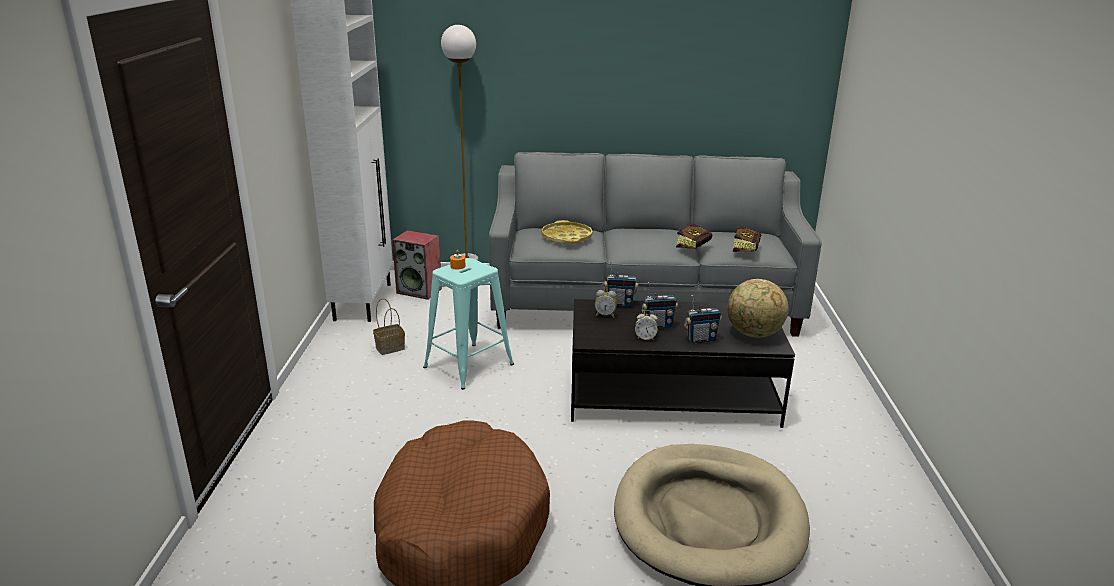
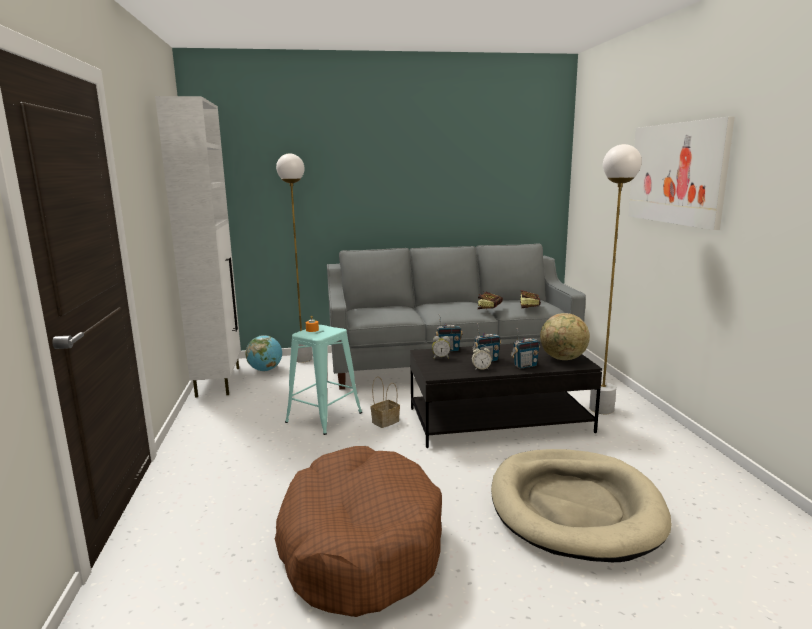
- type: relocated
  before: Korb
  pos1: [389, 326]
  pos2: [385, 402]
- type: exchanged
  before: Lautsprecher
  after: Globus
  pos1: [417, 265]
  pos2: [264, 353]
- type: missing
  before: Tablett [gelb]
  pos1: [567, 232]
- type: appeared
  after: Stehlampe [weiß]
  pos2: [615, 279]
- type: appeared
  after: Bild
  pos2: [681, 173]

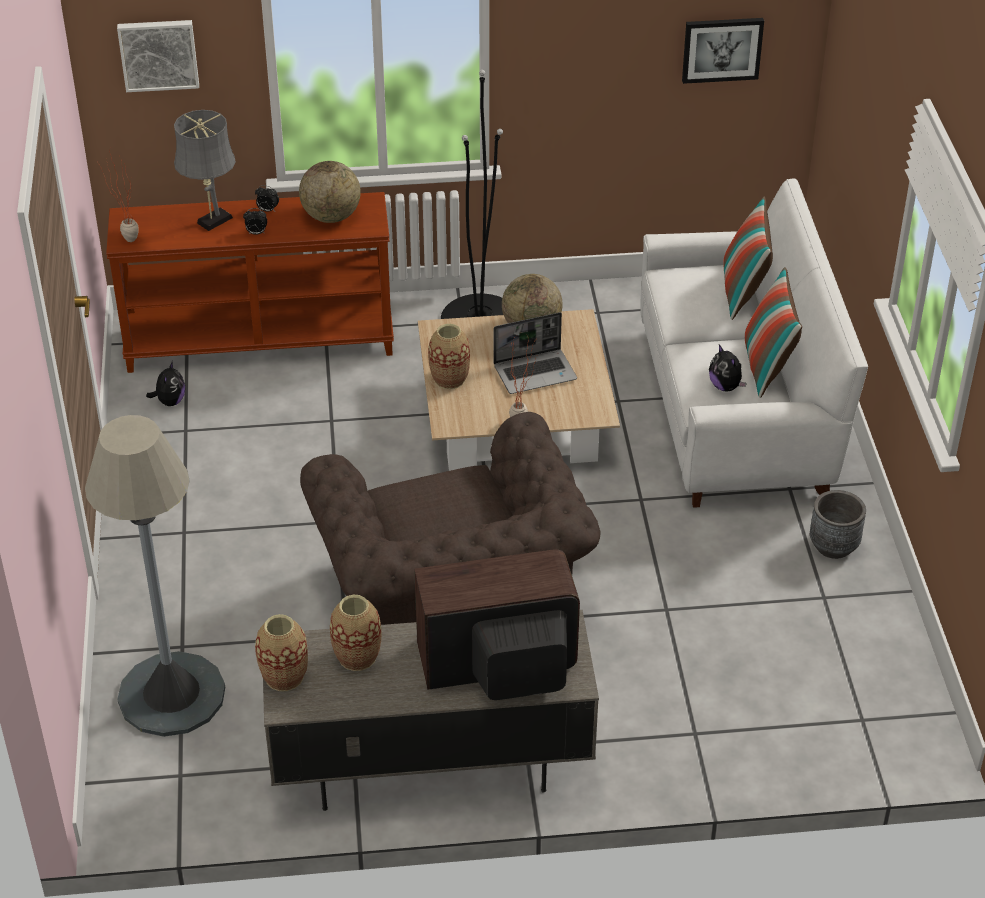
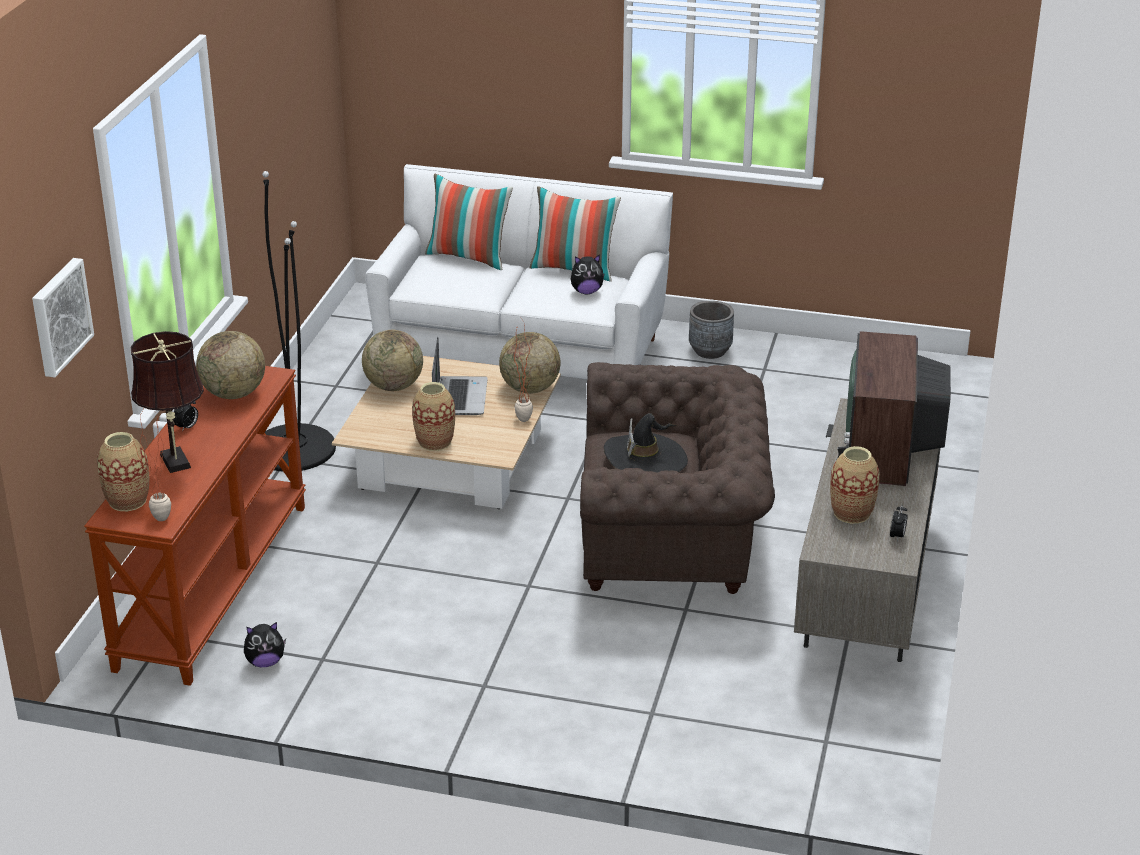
- type: missing
  before: Stehlampe [grau]
  pos1: [155, 576]
- type: spun
  before: Plüschtier
  pos1: [165, 383]
  pos2: [265, 644]
  turn: 135
- type: colour
  before: Tischlampe [grau]
  after: Tischlampe [braun]
  pos1: [205, 170]
  pos2: [167, 402]
- type: relocated
  before: Wecker
  pos1: [255, 221]
  pos2: [898, 523]
- type: relocated
  before: Vase
  pos1: [281, 652]
  pos2: [123, 471]
- type: missing
  before: Bild
  pos1: [723, 51]
- type: appeared
  after: Globus
  pos2: [530, 363]
- type: appeared
  after: Hut [schwarz]
  pos2: [646, 443]

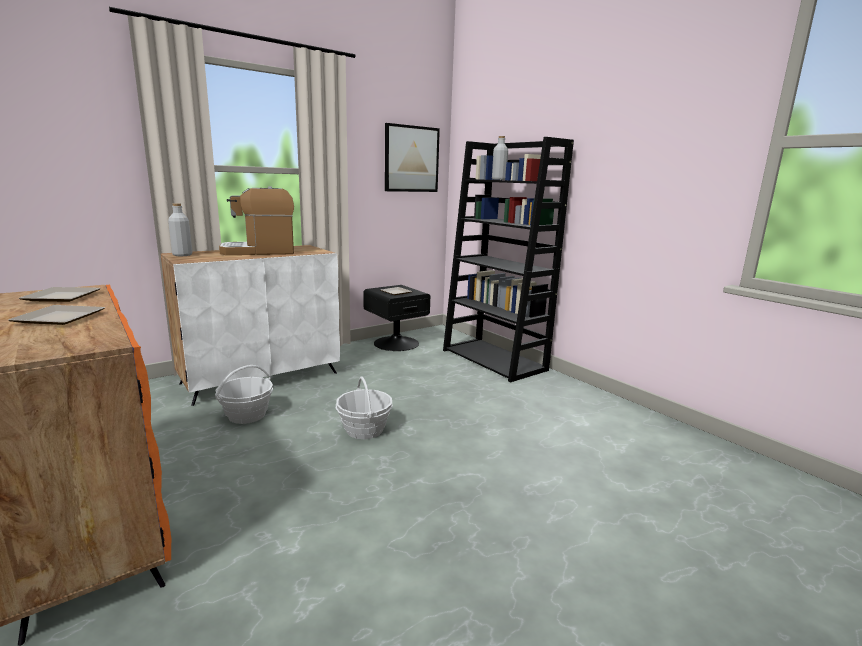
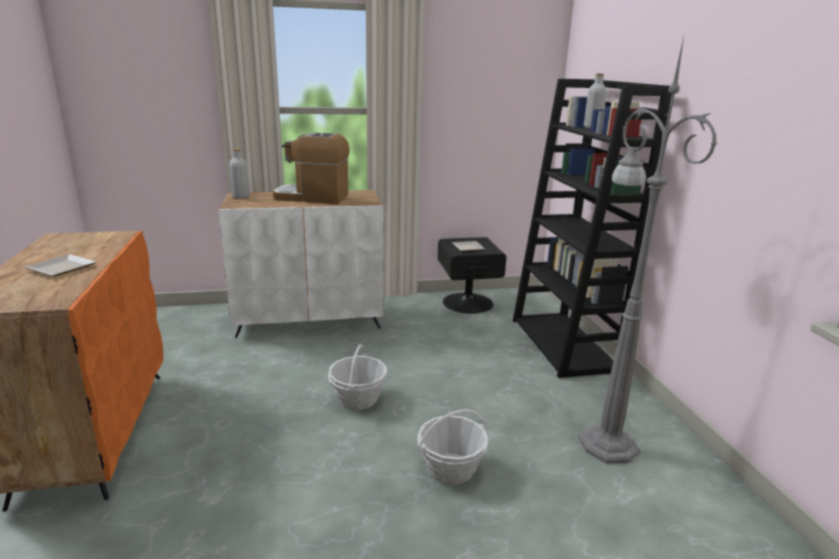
- type: missing
  before: Teller
  pos1: [60, 294]
- type: relocated
  before: Korb
  pos1: [244, 394]
  pos2: [452, 447]
- type: missing
  before: Bild
  pos1: [412, 157]
- type: appeared
  after: Stehlampe [grau]
  pos2: [647, 250]

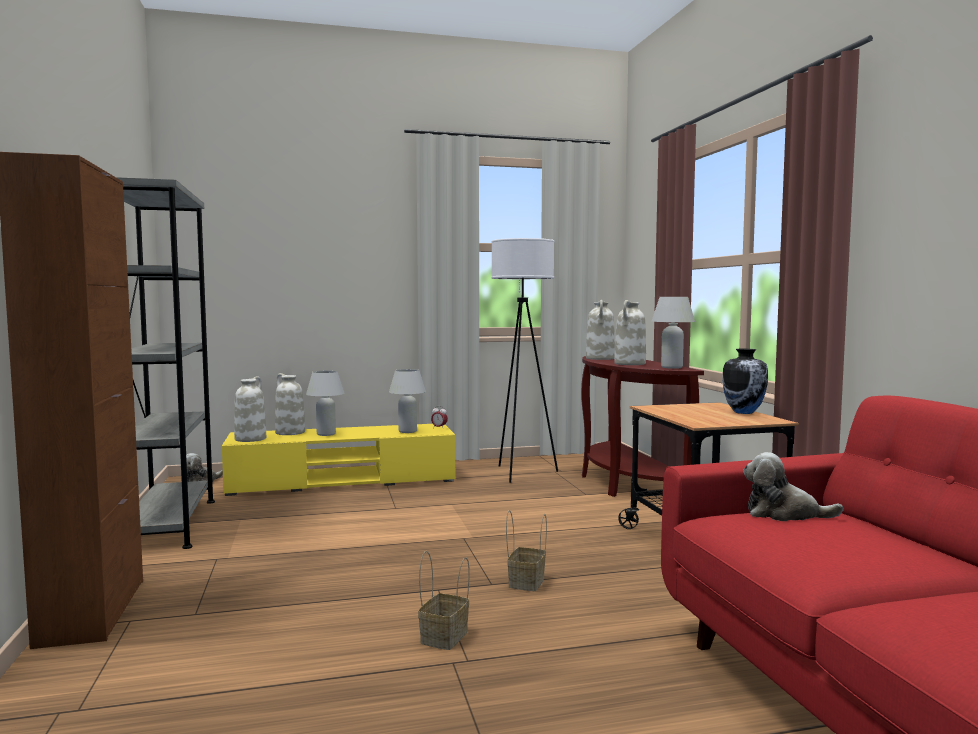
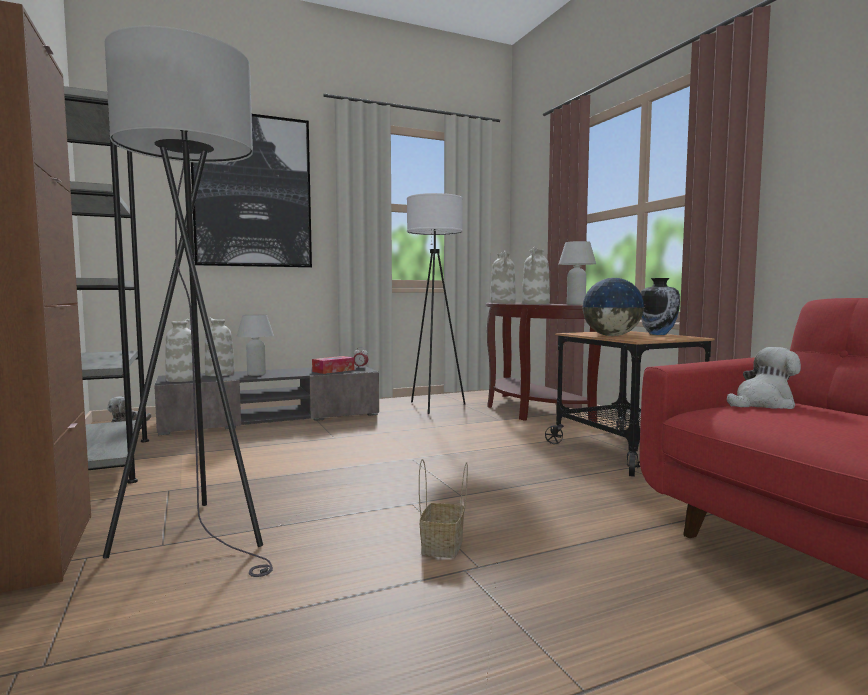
- type: colour
  before: Fernsehschrank [gelb]
  after: Fernsehschrank [grau]
  pos1: [338, 460]
  pos2: [266, 400]
- type: exchanged
  before: Tischlampe [weiß]
  after: Taschentuchbox
  pos1: [407, 401]
  pos2: [333, 365]
- type: missing
  before: Korb
  pos1: [526, 550]
- type: spun
  before: Plüschtier
  pos1: [793, 486]
  pos2: [764, 378]
  turn: 150
- type: appeared
  after: Stehlampe [grau]
  pos2: [188, 301]
- type: appeared
  after: Bild
  pos2: [251, 191]
- type: appeared
  after: Globus
  pos2: [614, 307]

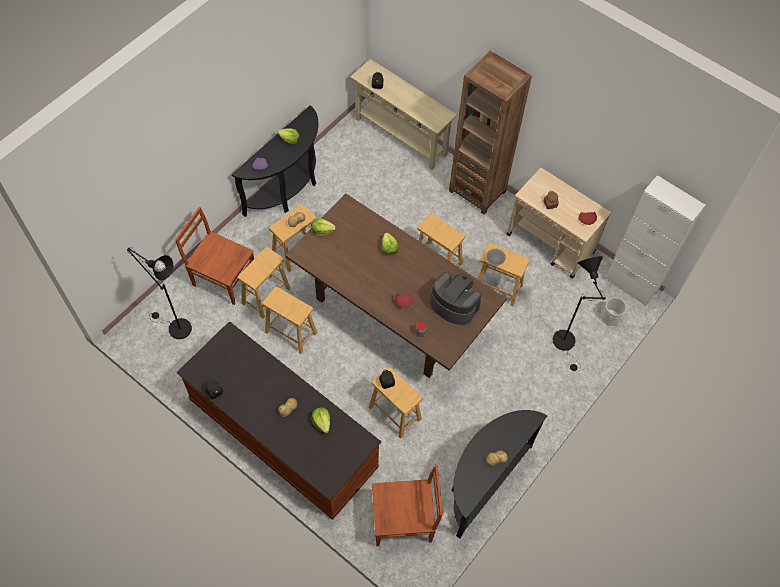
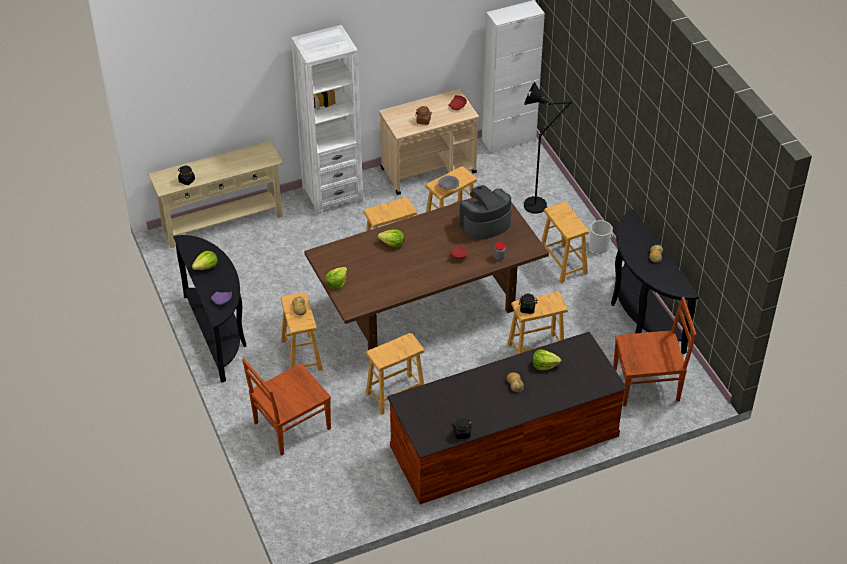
- type: missing
  before: Stehlampe [schwarz]
  pos1: [159, 293]
- type: relocated
  before: Hocker [braun]
  pos1: [264, 282]
  pos2: [565, 242]
- type: spun
  before: Stuhl [braun]
  pos1: [407, 505]
  pos2: [654, 351]
  turn: 60
- type: colour
  before: Bücherregal [braun]
  after: Bücherregal [weiß]
  pos1: [490, 133]
  pos2: [327, 120]
- type: relocated
  before: Eimer
  pos1: [614, 311]
  pos2: [601, 236]

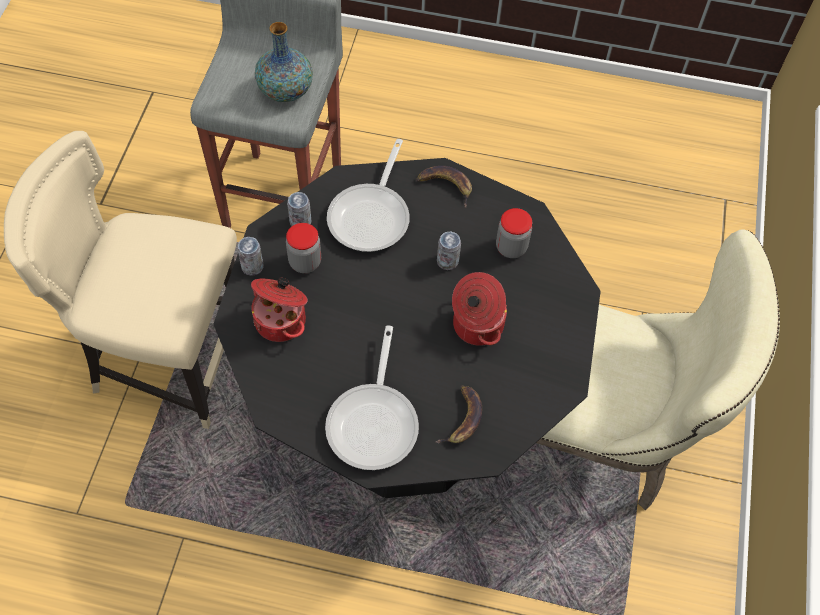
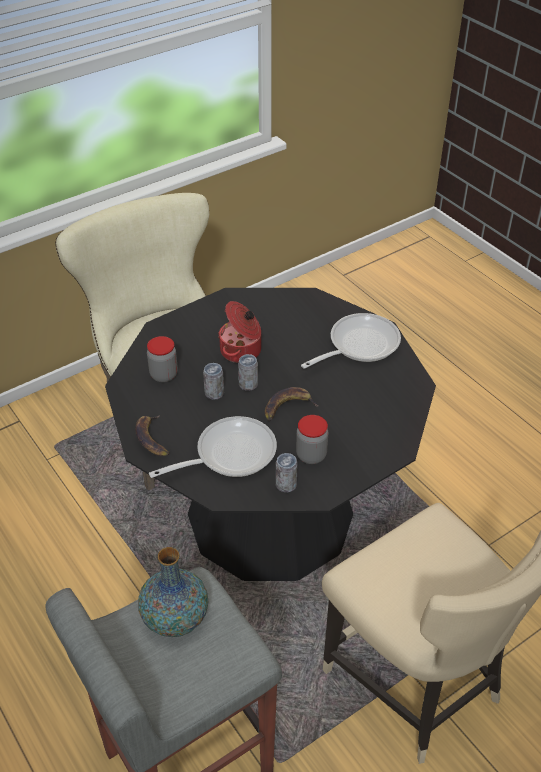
- type: relocated
  before: Dose
  pos1: [250, 256]
  pos2: [248, 372]
- type: missing
  before: Kochtopf
  pos1: [279, 310]
- type: relocated
  before: Banane
  pos1: [459, 414]
  pos2: [291, 404]

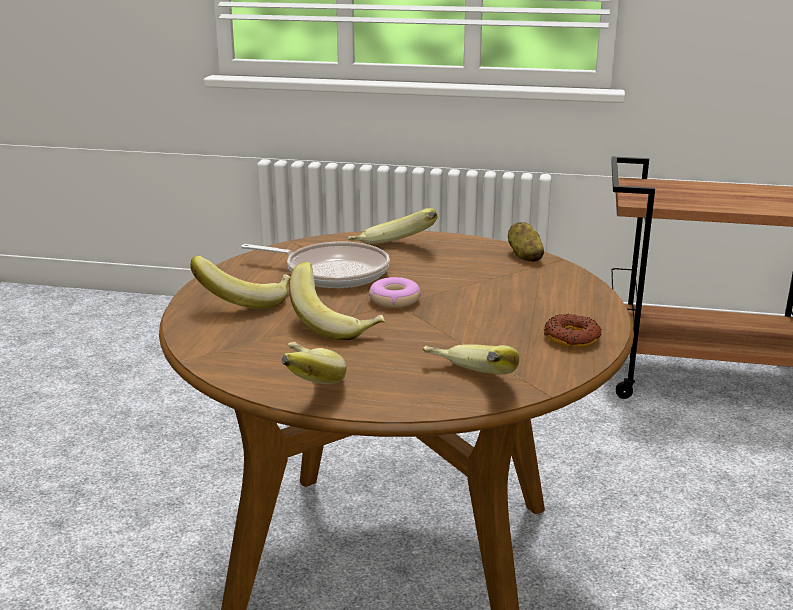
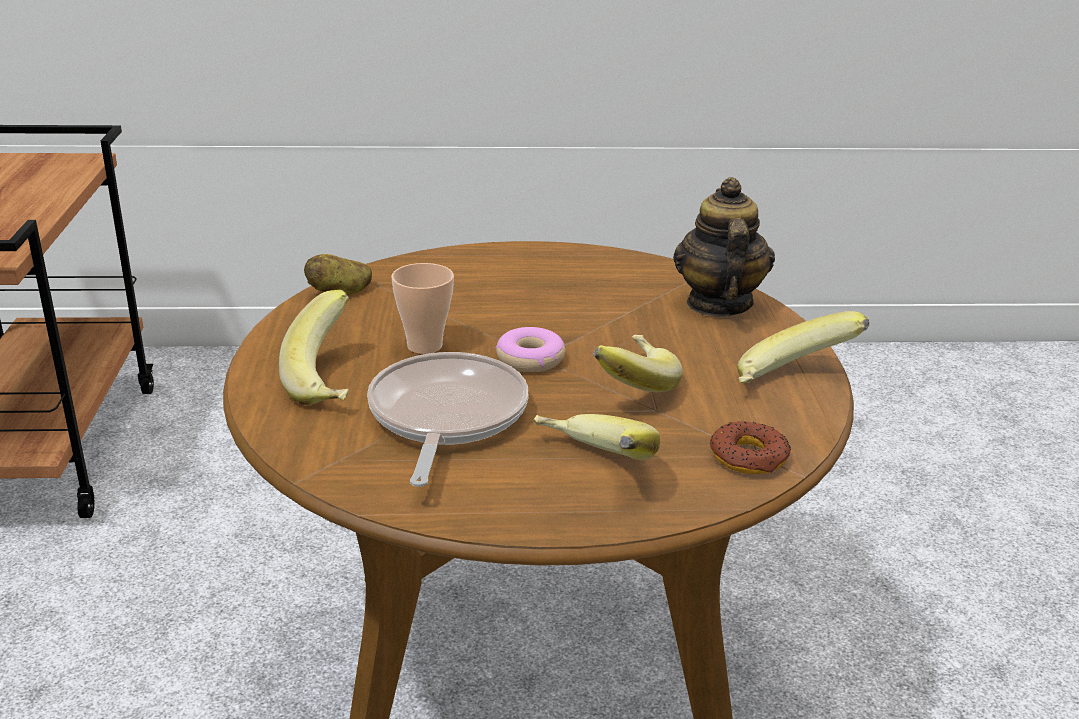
- type: exchanged
  before: Banane
  after: Teekanne
  pos1: [471, 359]
  pos2: [724, 246]
- type: relocated
  before: Donut
  pos1: [573, 330]
  pos2: [750, 447]
- type: appeared
  after: Tasse
  pos2: [422, 308]

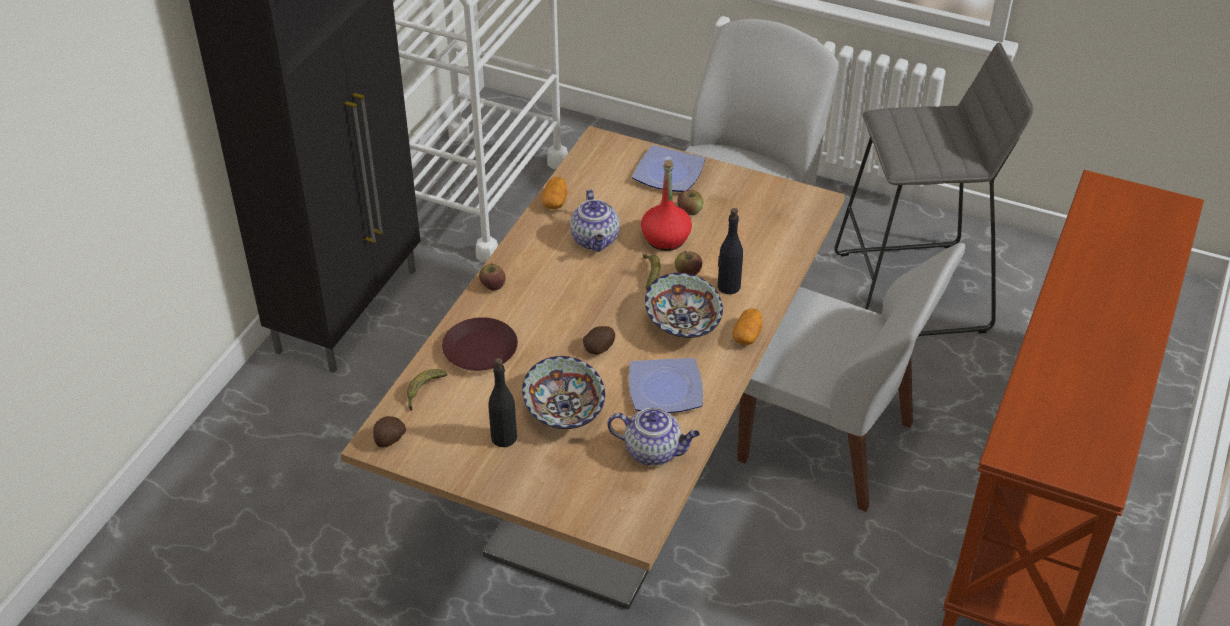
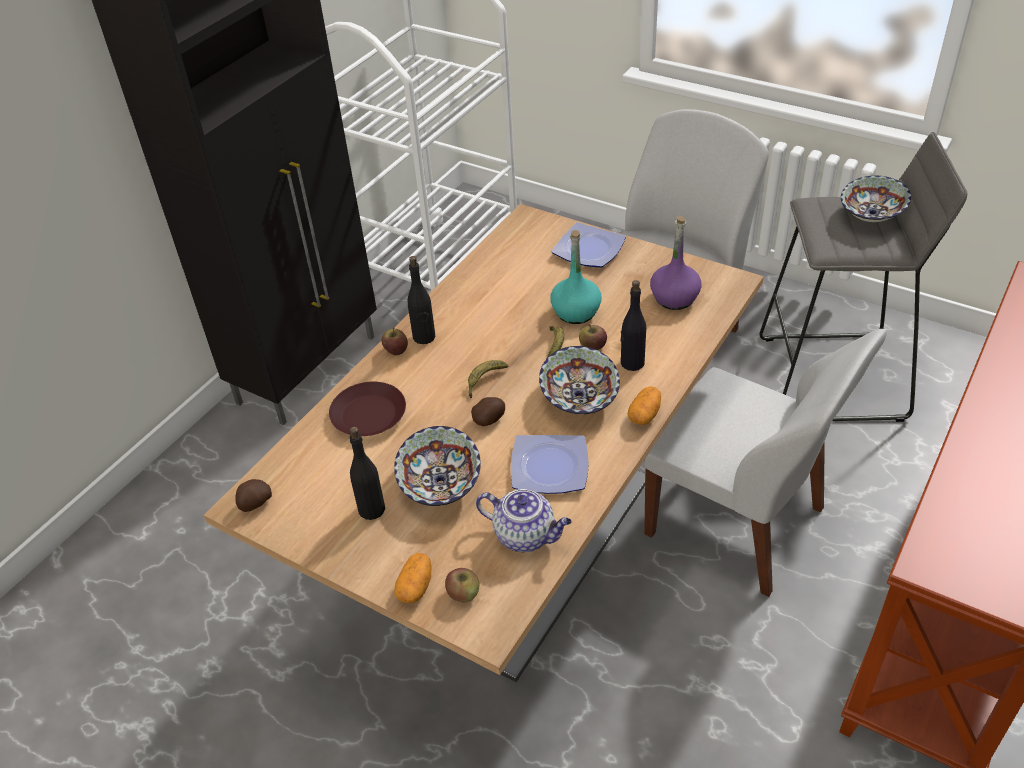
- type: relocated
  before: Banane
  pos1: [427, 390]
  pos2: [488, 379]
- type: relocated
  before: Kartoffel
  pos1: [555, 193]
  pos2: [413, 578]
- type: missing
  before: Teekanne
  pos1: [595, 221]
- type: colour
  before: Flasche [rot]
  after: Flasche [türkis]
  pos1: [666, 205]
  pos2: [576, 277]
- type: relocated
  before: Apfel
  pos1: [690, 202]
  pos2: [462, 585]
- type: appeared
  after: Flasche [schwarz]
  pos2: [421, 300]
- type: appeared
  after: Flasche [lila]
  pos2: [676, 263]
- type: appeared
  after: Schüssel
  pos2: [876, 199]

